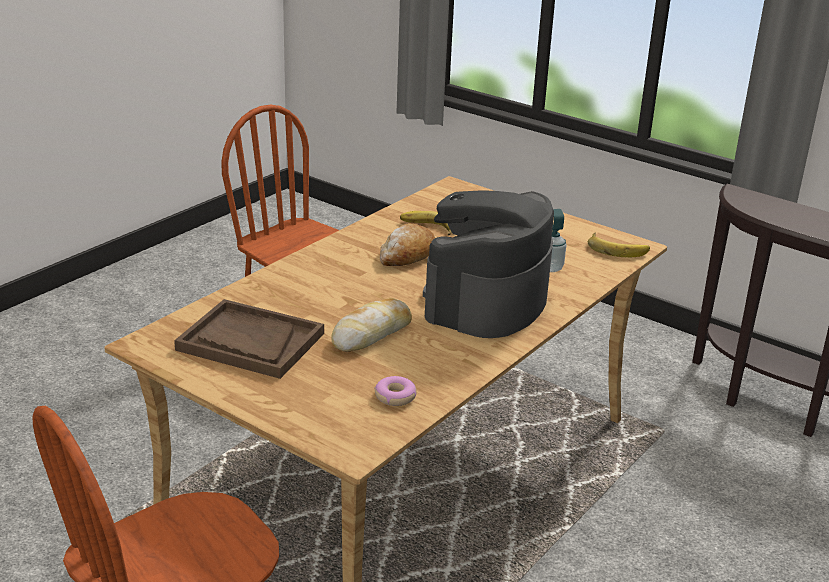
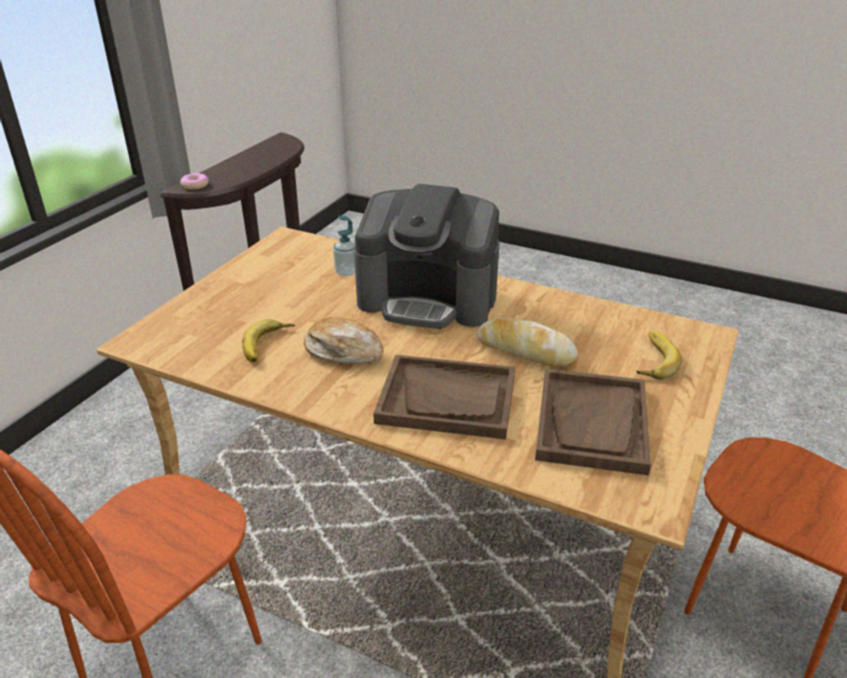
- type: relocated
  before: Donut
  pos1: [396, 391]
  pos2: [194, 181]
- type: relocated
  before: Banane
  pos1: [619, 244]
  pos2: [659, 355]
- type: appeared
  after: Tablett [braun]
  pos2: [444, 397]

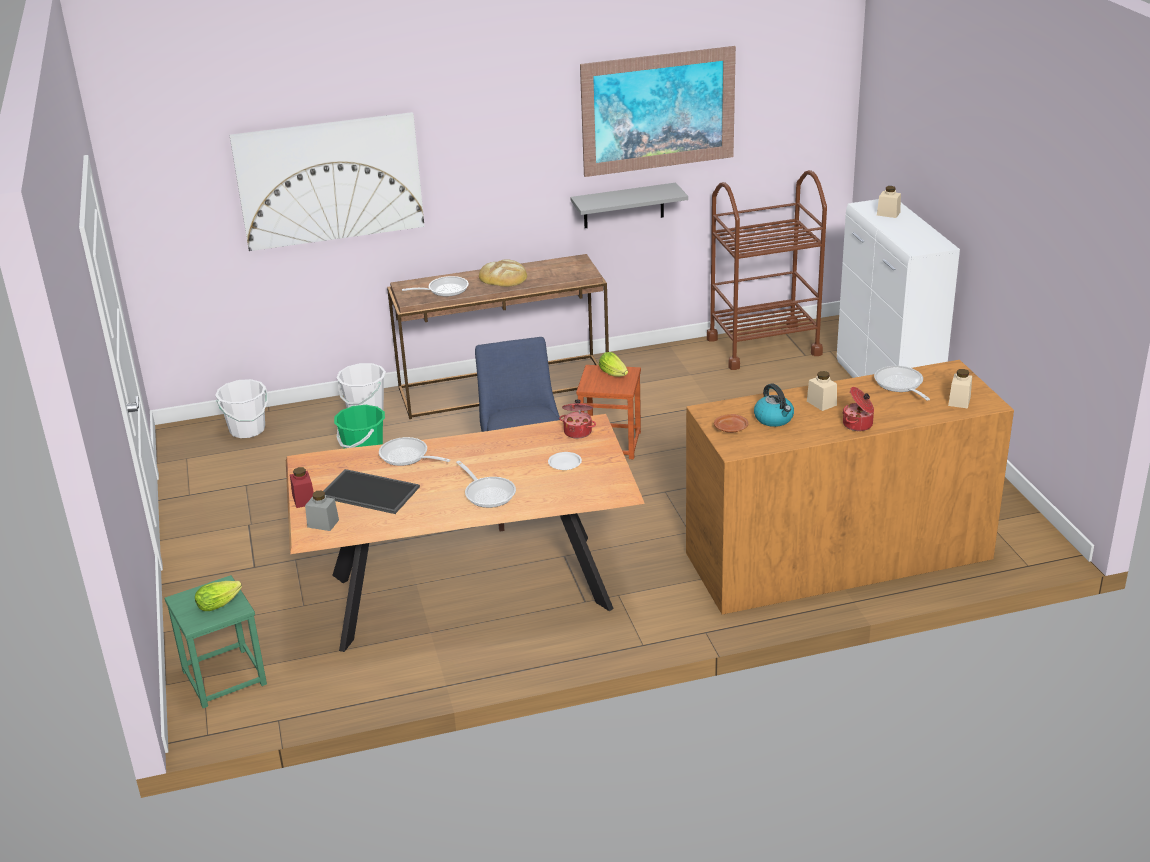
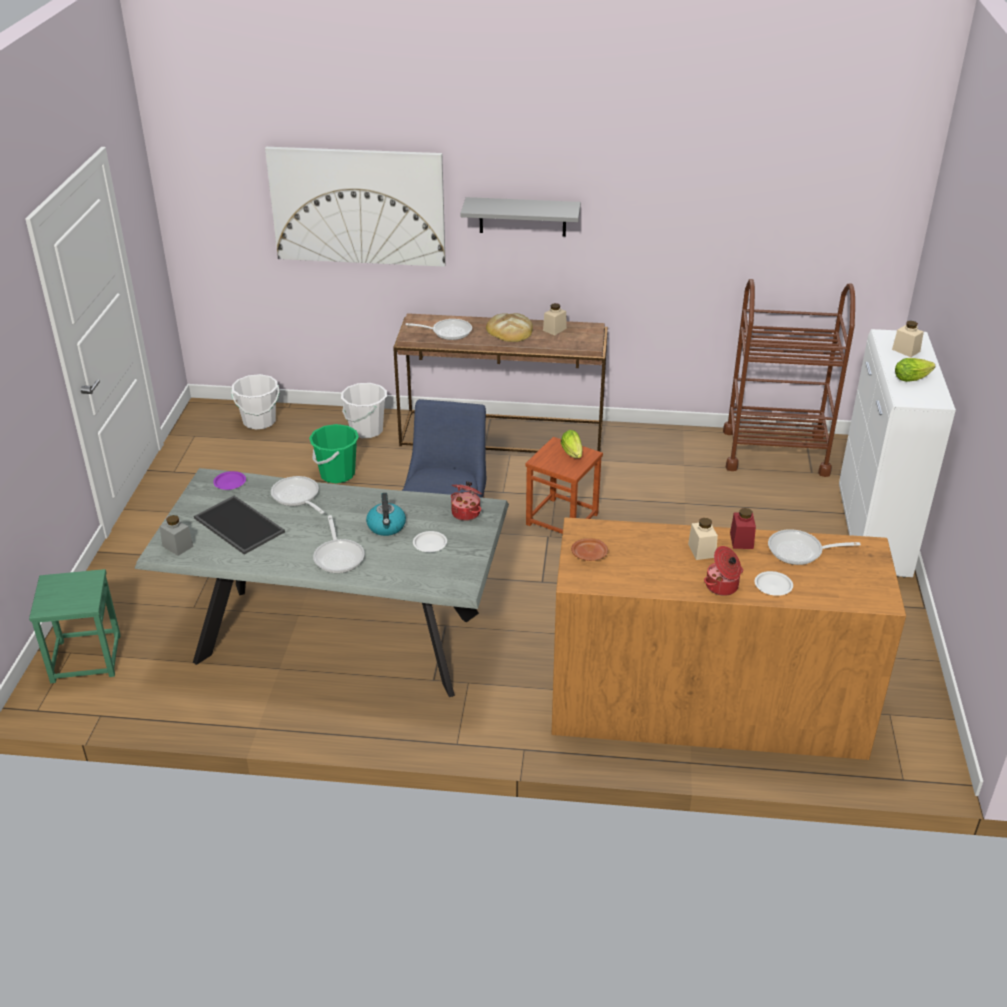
- type: relocated
  before: Salatkopf
  pos1: [218, 596]
  pos2: [915, 370]
- type: colour
  before: Esstisch [braun]
  after: Esstisch [grau]
  pos1: [465, 533]
  pos2: [321, 582]
- type: relocated
  before: Vorratsglas [rot]
  pos1: [302, 487]
  pos2: [743, 528]
- type: relocated
  before: Wandregal [grau]
  pos1: [629, 205]
  pos2: [520, 217]
- type: missing
  before: Bild
  pos1: [658, 111]
- type: relocated
  before: Wasserkessel
  pos1: [774, 405]
  pos2: [386, 514]
- type: spun
  before: Pfanne
  pos1: [902, 383]
  pos2: [814, 547]
  turn: -90
- type: relocated
  before: Vorratsglas [beige]
  pos1: [960, 389]
  pos2: [555, 319]
- type: appeared
  after: Teller [lila]
  pos2: [229, 480]
- type: appeared
  after: Teller [weiß]
  pos2: [774, 583]

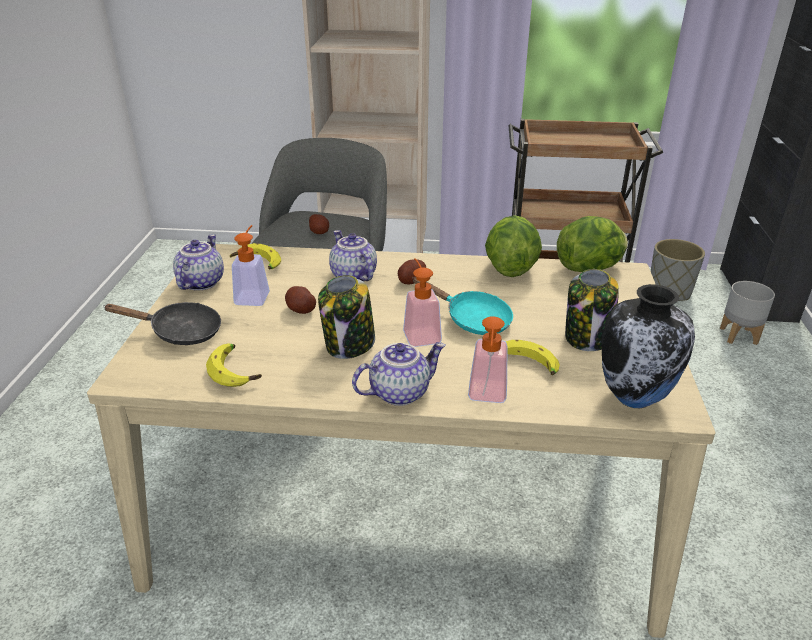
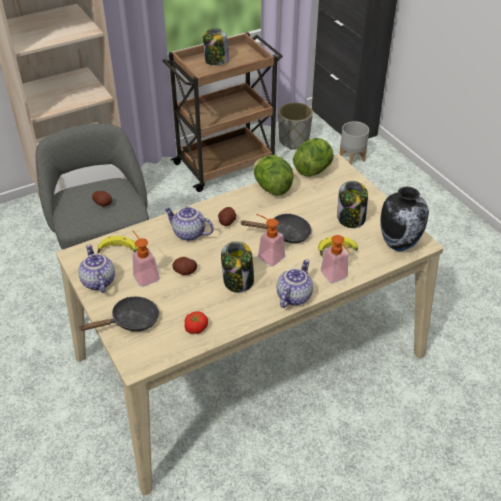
- type: exchanged
  before: Banane
  after: Tomate
  pos1: [234, 365]
  pos2: [196, 322]
- type: colour
  before: Pfanne [türkis]
  after: Pfanne [schwarz]
  pos1: [462, 306]
  pos2: [276, 228]
- type: appeared
  after: Vorratsglas
  pos2: [216, 46]

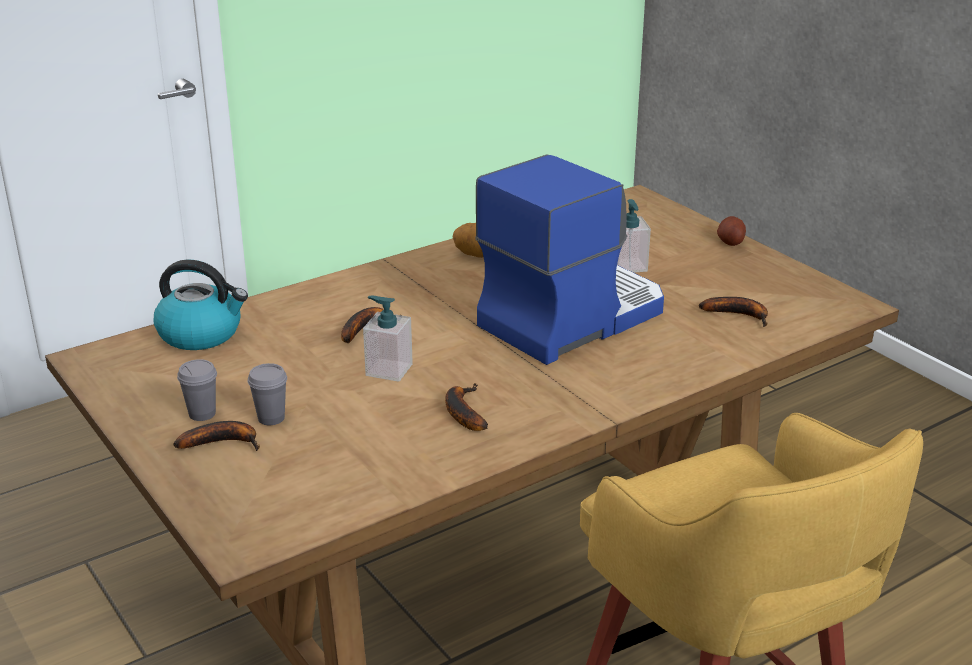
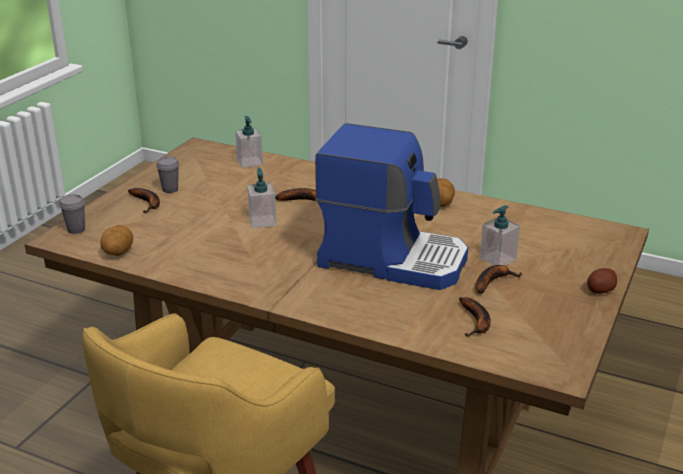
- type: exchanged
  before: Wasserkessel
  after: Seifenspender
  pos1: [201, 305]
  pos2: [249, 142]
- type: relocated
  before: Tasse [grau]
  pos1: [267, 394]
  pos2: [72, 214]
- type: relocated
  before: Banane
  pos1: [466, 407]
  pos2: [499, 279]
- type: appeared
  after: Kartoffel
  pos2: [116, 240]

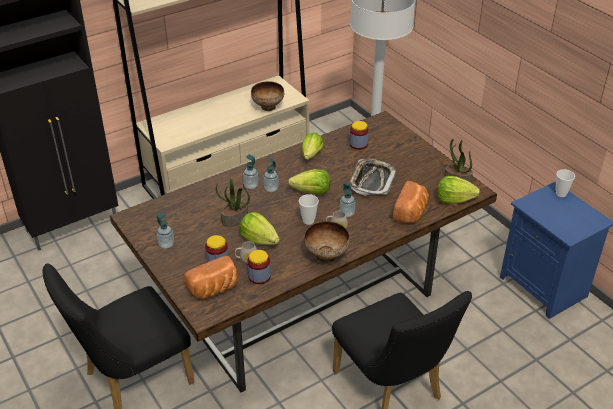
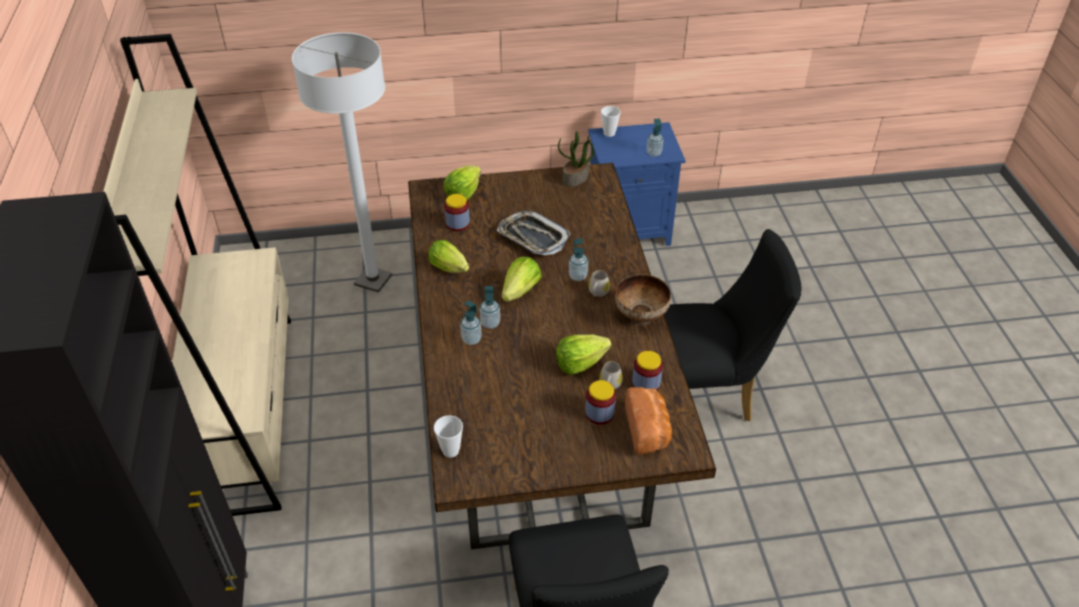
- type: relocated
  before: Seifenspender
  pos1: [165, 230]
  pos2: [655, 137]
- type: missing
  before: Topfpflanze
  pos1: [233, 203]
- type: missing
  before: Schüssel
  pos1: [267, 96]
- type: relocated
  before: Tasse
  pos1: [309, 209]
  pos2: [448, 436]
- type: missing
  before: Brot
  pos1: [411, 202]
- type: relocated
  before: Salatkopf
  pos1: [458, 190]
  pos2: [462, 183]

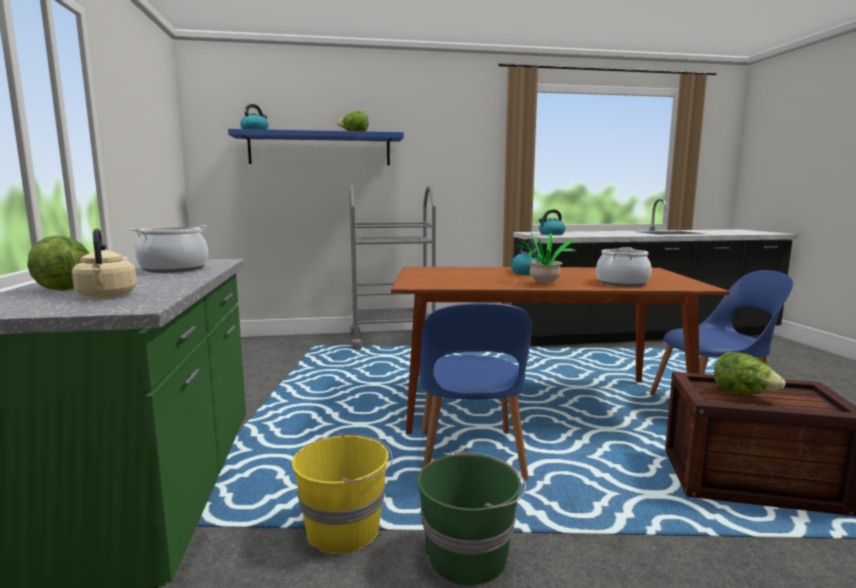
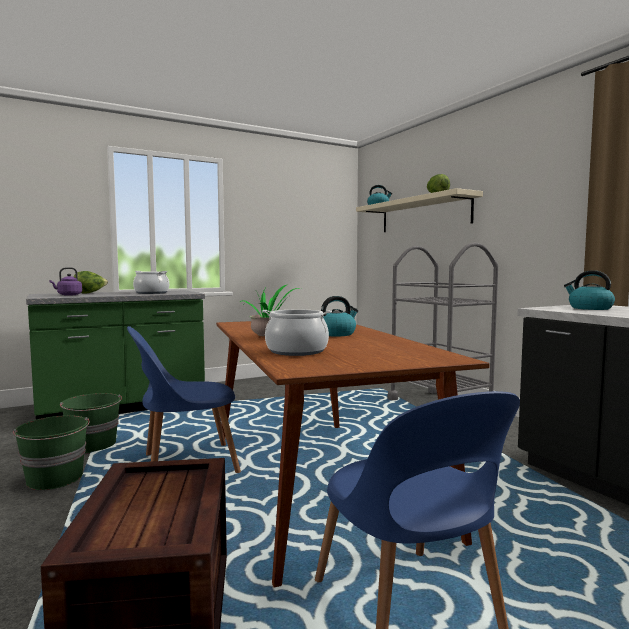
- type: colour
  before: Wasserkessel [beige]
  after: Wasserkessel [lila]
  pos1: [104, 263]
  pos2: [65, 281]
- type: colour
  before: Wandregal [blau]
  after: Wandregal [beige]
  pos1: [316, 147]
  pos2: [419, 210]
- type: colour
  before: Eimer [gelb]
  after: Eimer [grün]
  pos1: [342, 493]
  pos2: [91, 423]
- type: missing
  before: Salatkopf
  pos1: [750, 373]

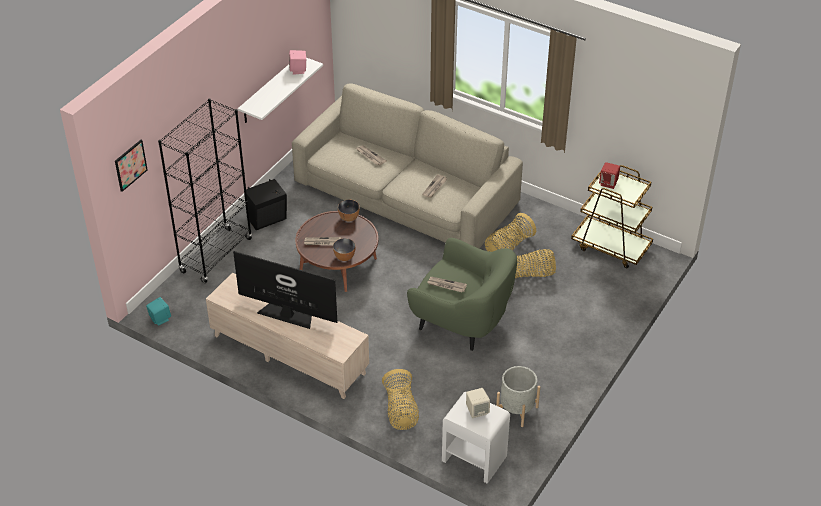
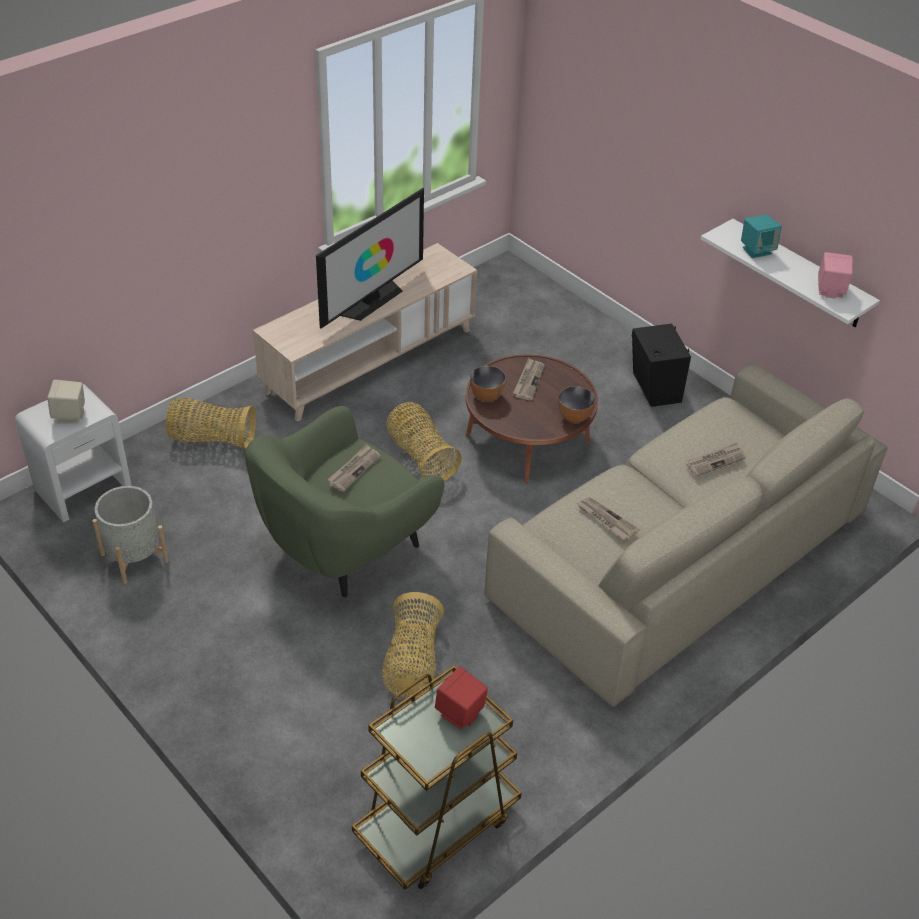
- type: missing
  before: Bild
  pos1: [131, 166]
- type: relocated
  before: Lautsprecher [türkis]
  pos1: [158, 311]
  pos2: [761, 236]
- type: missing
  before: Bücherregal [schwarz]
  pos1: [205, 190]
- type: relocated
  before: Korb
  pos1: [510, 232]
  pos2: [424, 441]

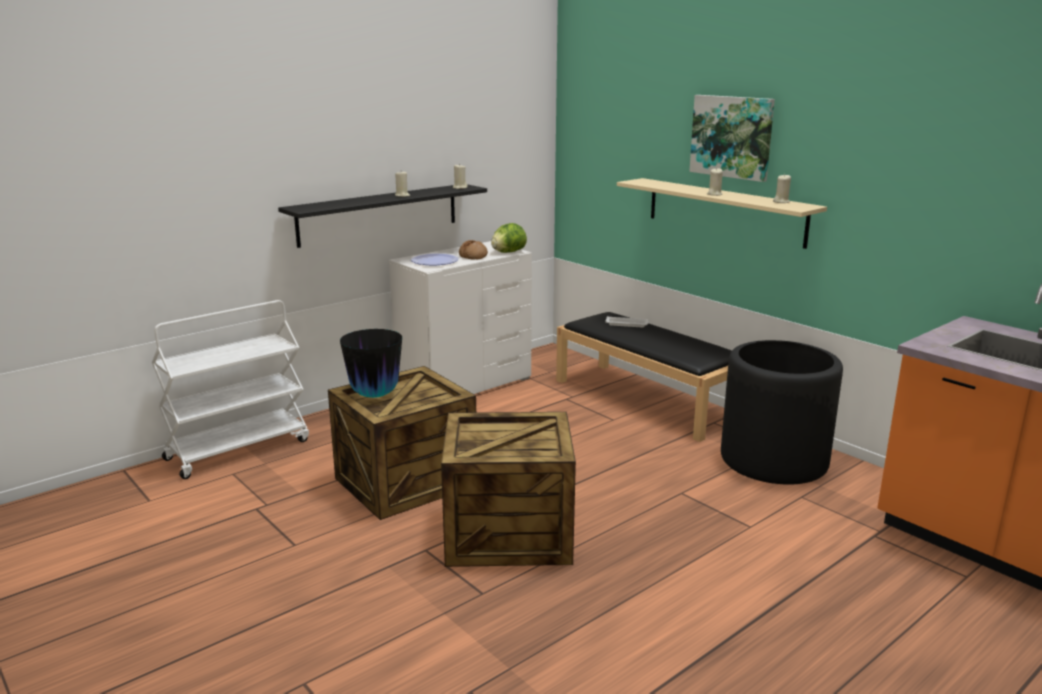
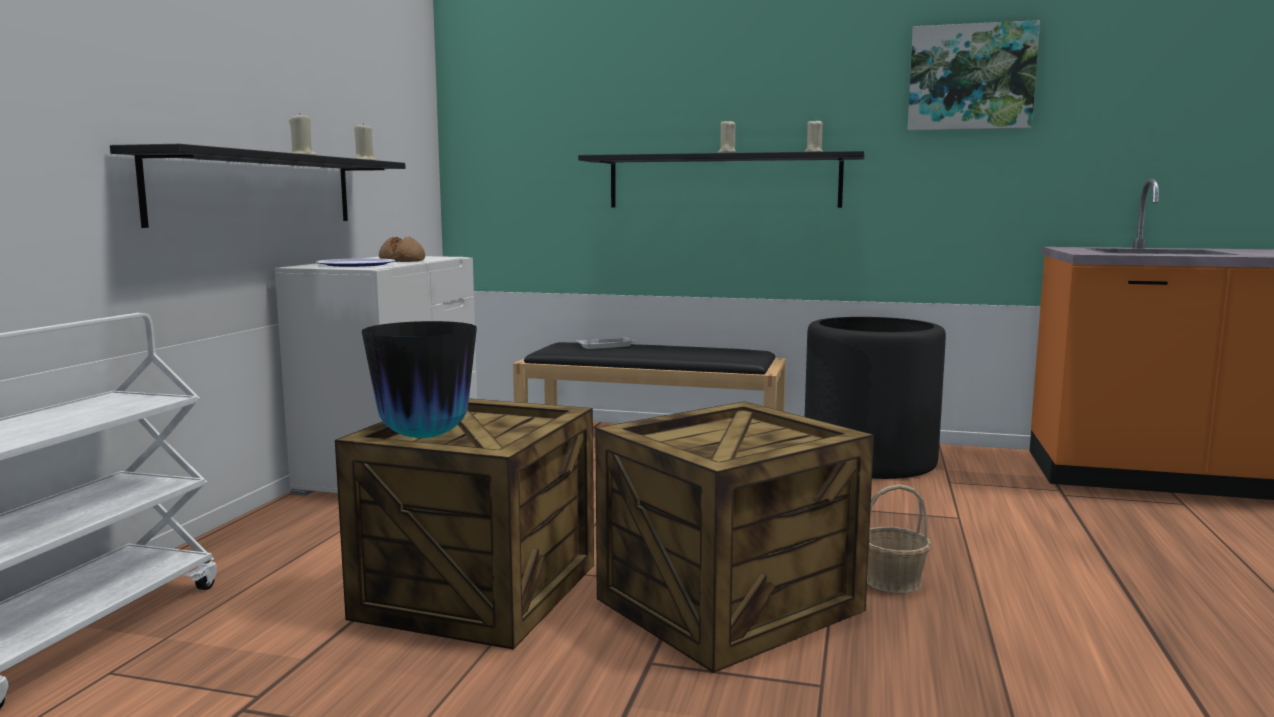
- type: missing
  before: Salatkopf
  pos1: [509, 238]
- type: colour
  before: Wandregal [beige]
  after: Wandregal [schwarz]
  pos1: [722, 213]
  pos2: [721, 179]
- type: relocated
  before: Bild
  pos1: [732, 138]
  pos2: [974, 75]
- type: appeared
  after: Korb
  pos2: [899, 538]

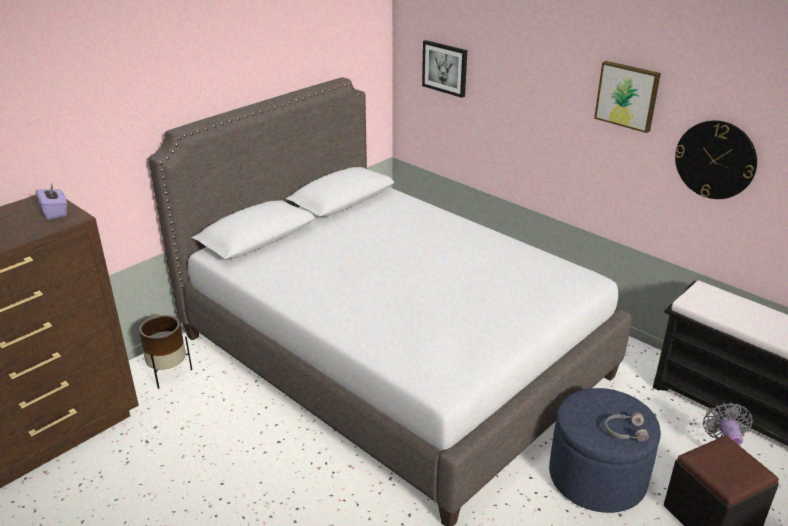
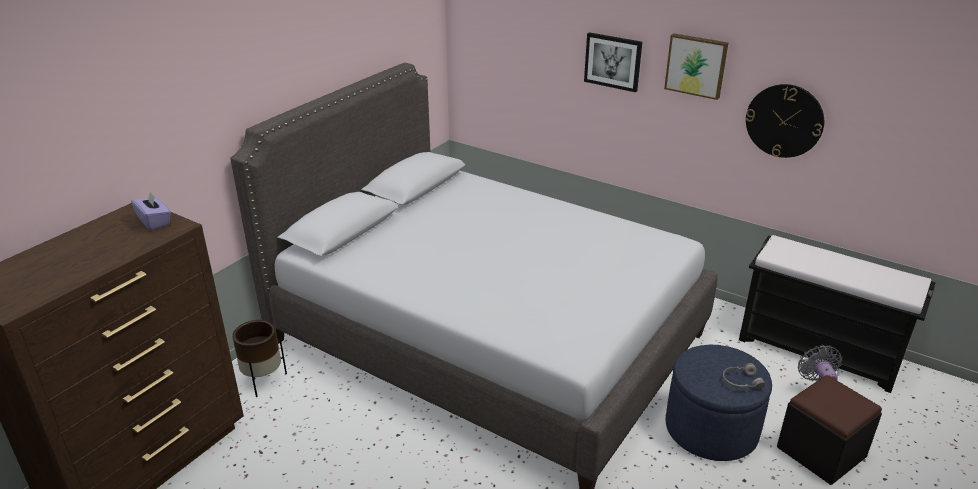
- type: relocated
  before: Bild
  pos1: [444, 69]
  pos2: [613, 62]

